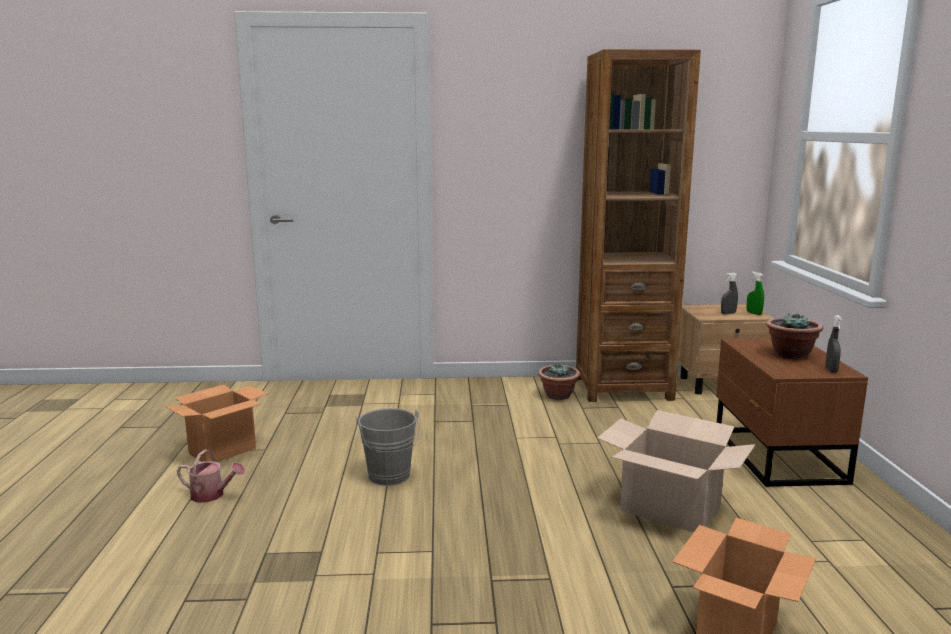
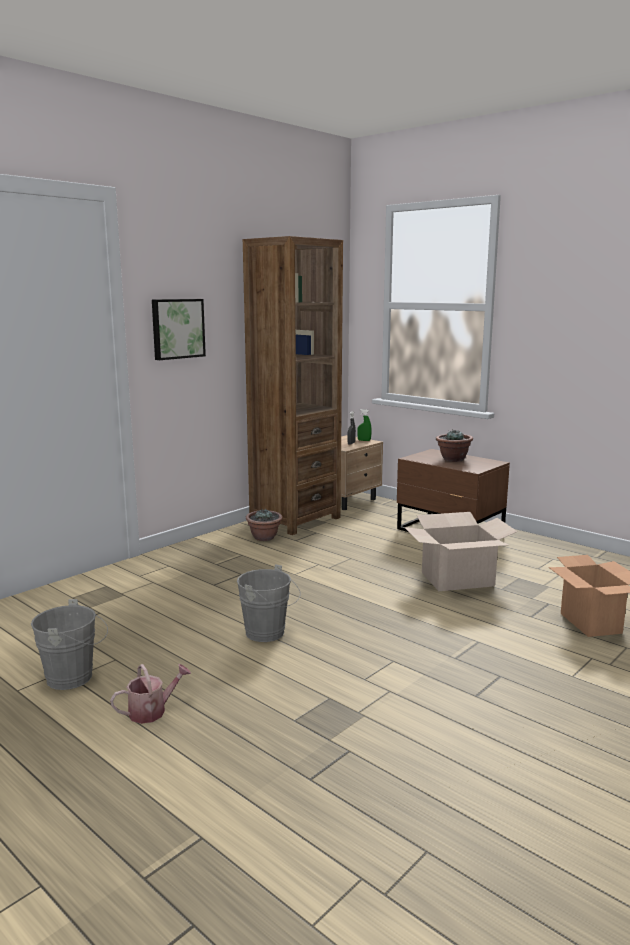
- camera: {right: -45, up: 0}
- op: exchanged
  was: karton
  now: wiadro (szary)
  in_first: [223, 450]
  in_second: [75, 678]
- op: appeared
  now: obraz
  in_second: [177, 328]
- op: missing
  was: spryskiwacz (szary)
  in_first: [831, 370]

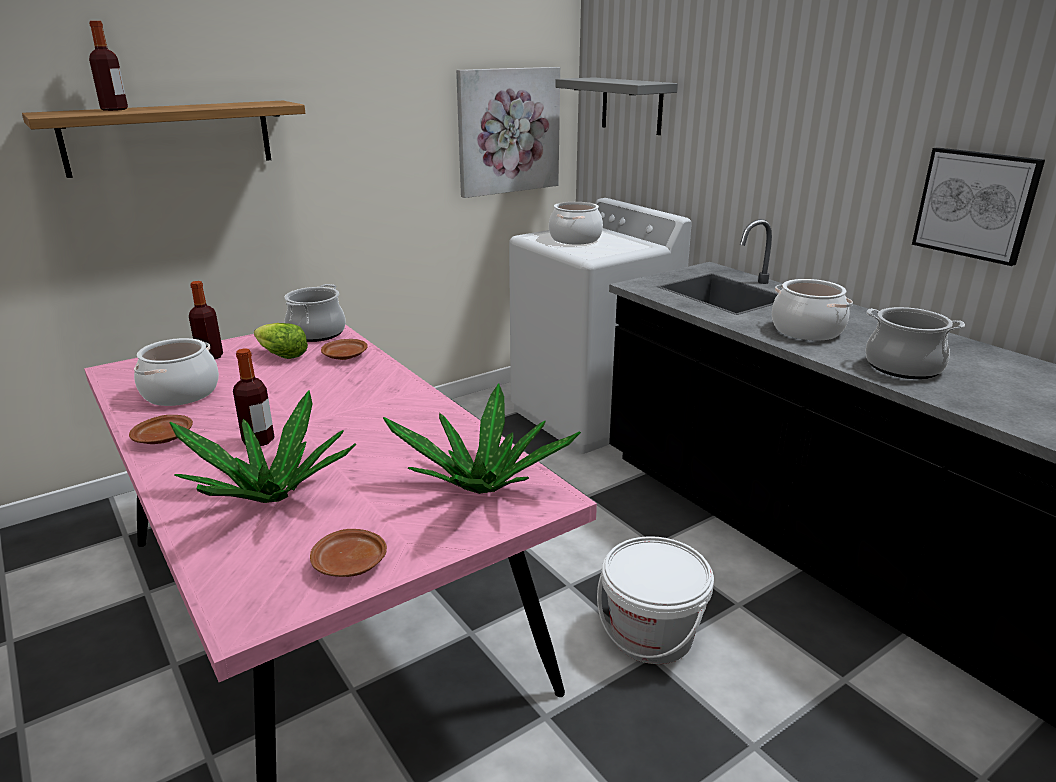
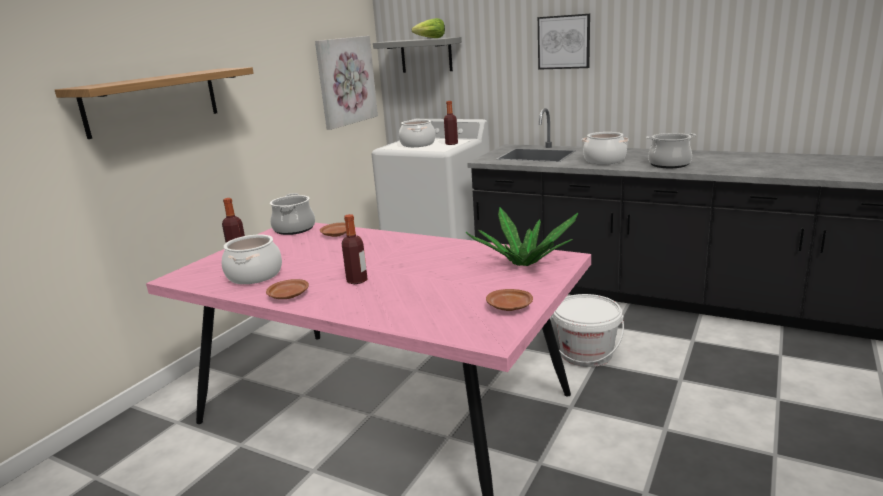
- camera: {right: -25, up: -5}
- op: relocated
  was: sałata
  in_first: [281, 355]
  in_second: [430, 38]
- op: relocated
  was: butelka
  in_first: [114, 109]
  in_second: [451, 143]
- op: relocated
  was: obraz
  in_first: [975, 204]
  in_second: [564, 42]
- op: missing
  was: roślina doniczkowa
  in_first: [270, 495]

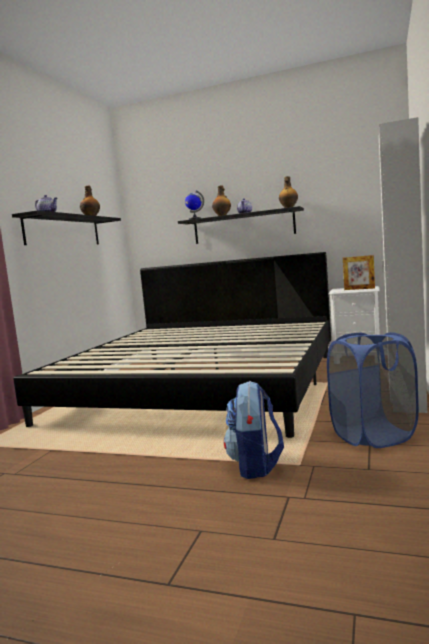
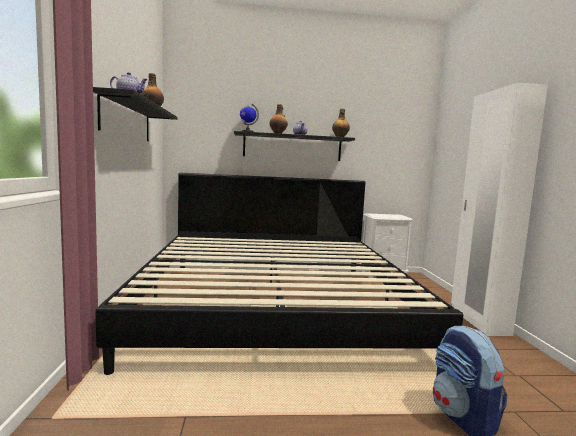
- camera: {right: -25, up: 0}
- op: missing
  was: kosz na pranie (niebieski)
  in_first: [373, 436]
- op: missing
  was: ramka na zdjęcie
  in_first: [359, 289]

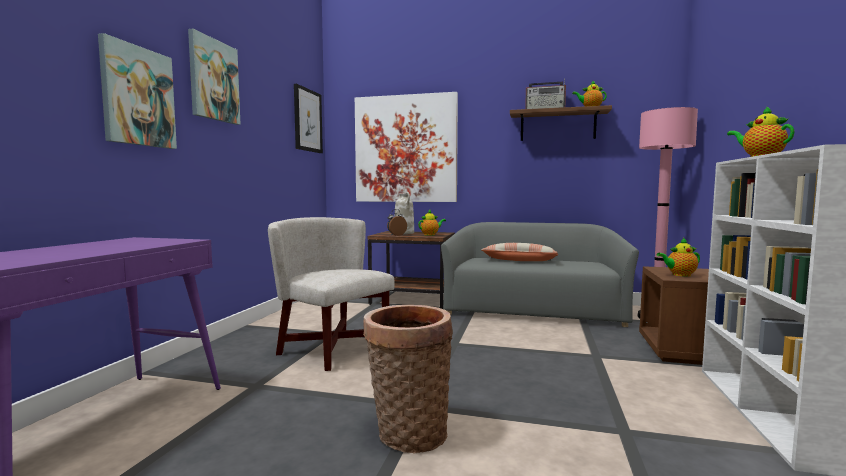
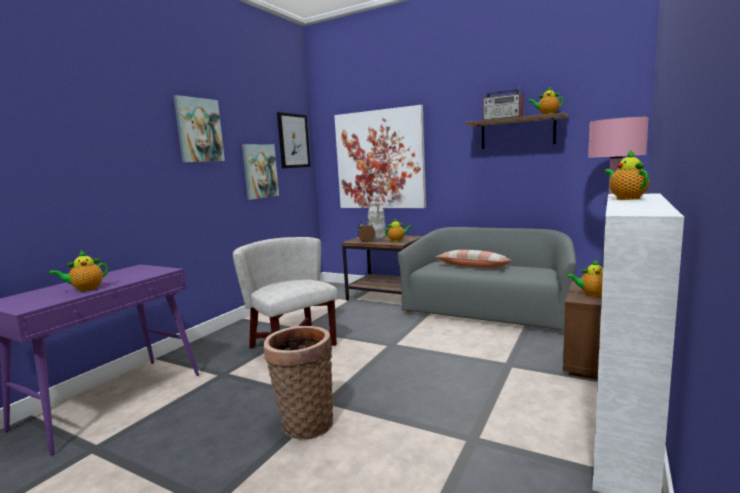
- camera: {right: 15, up: 5}
- op: appeared
  now: imbryk
  in_second: [85, 289]
- op: relocated
  was: obraz
  in_first: [138, 96]
  in_second: [259, 171]

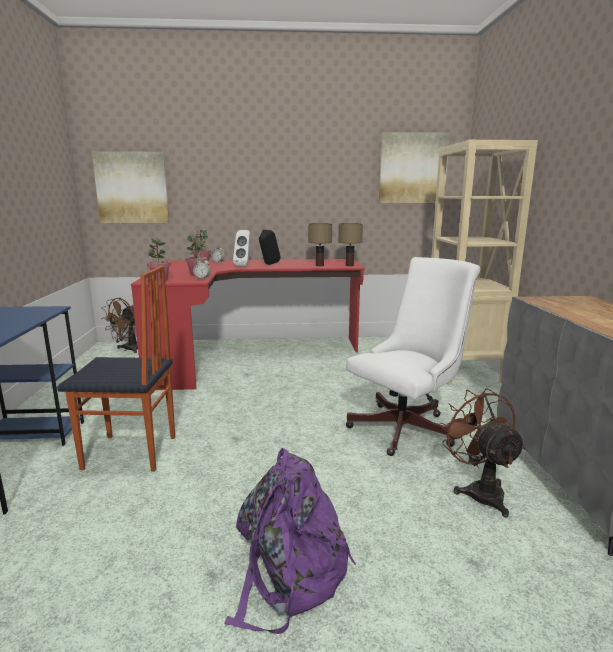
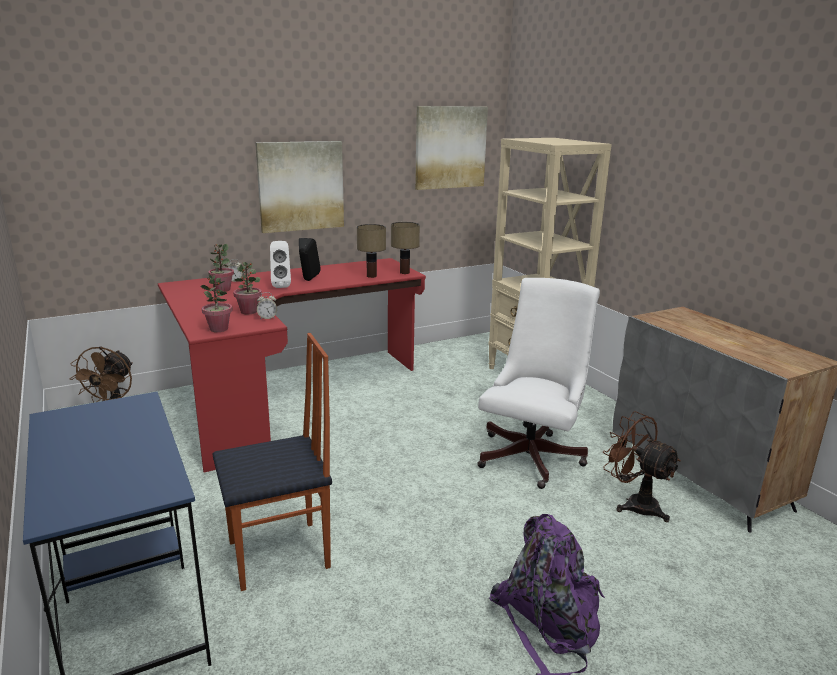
- camera: {right: -25, up: 5}
- op: relocated
  was: obraz
  in_first: [132, 188]
  in_second: [301, 186]

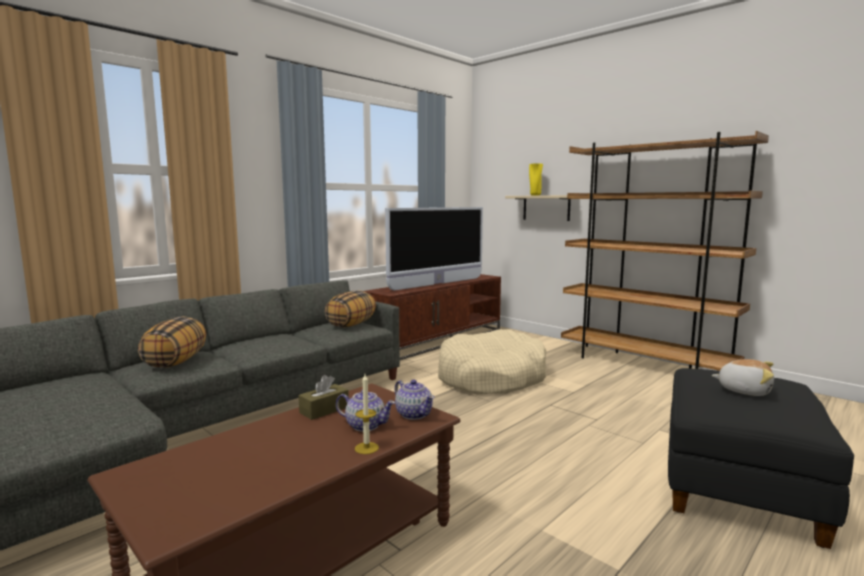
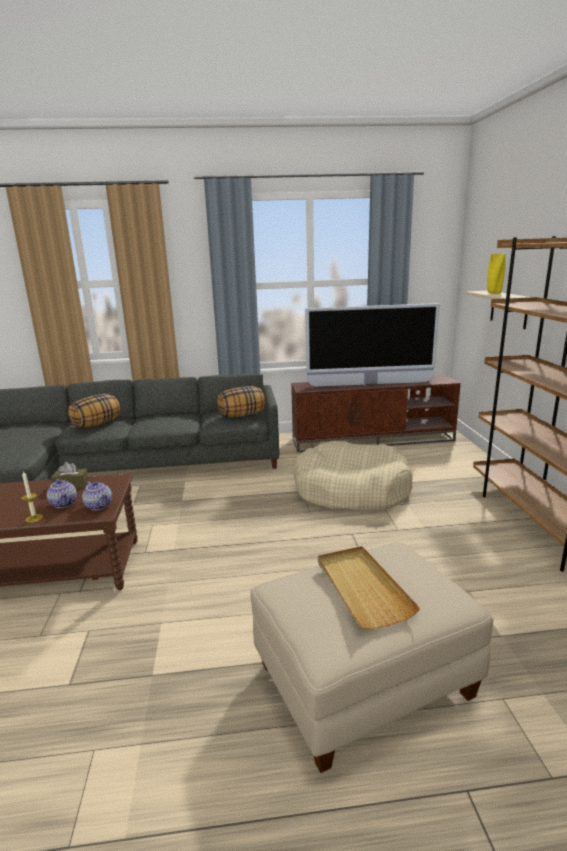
- camera: {right: 40, up: 10}
- op: spun
  was: imbryk
  in_first: [414, 414]
  in_second: [99, 505]
  clockwise: -45
- op: colour
  was: pufa (czarny)
  now: pufa (beżowy)
  in_first: [739, 487]
  in_second: [364, 682]
- op: exchanged
  was: pluszak
  now: taca (beżowy)
  in_first: [744, 390]
  in_second: [362, 588]

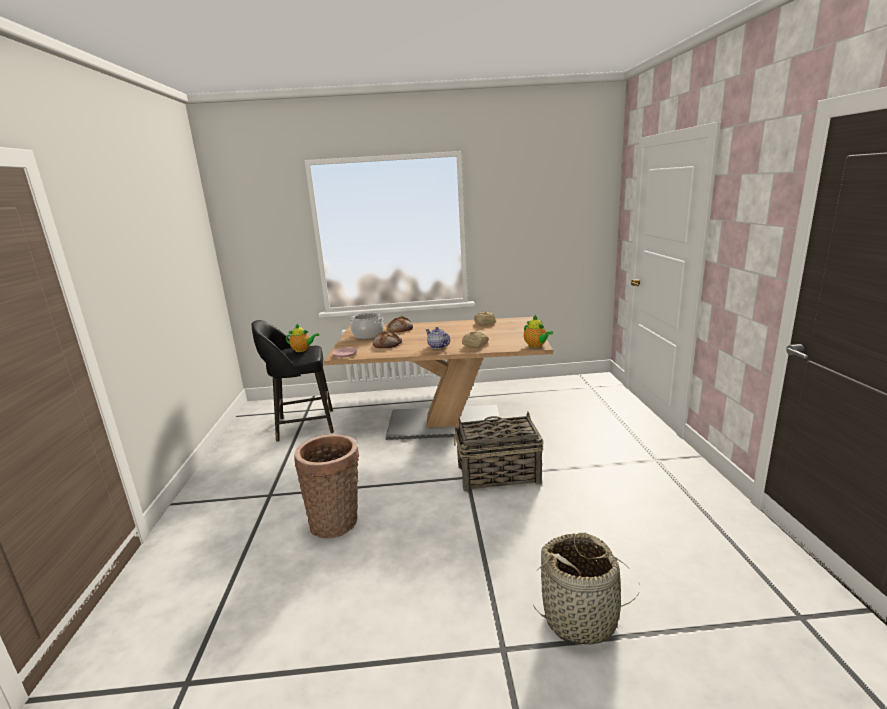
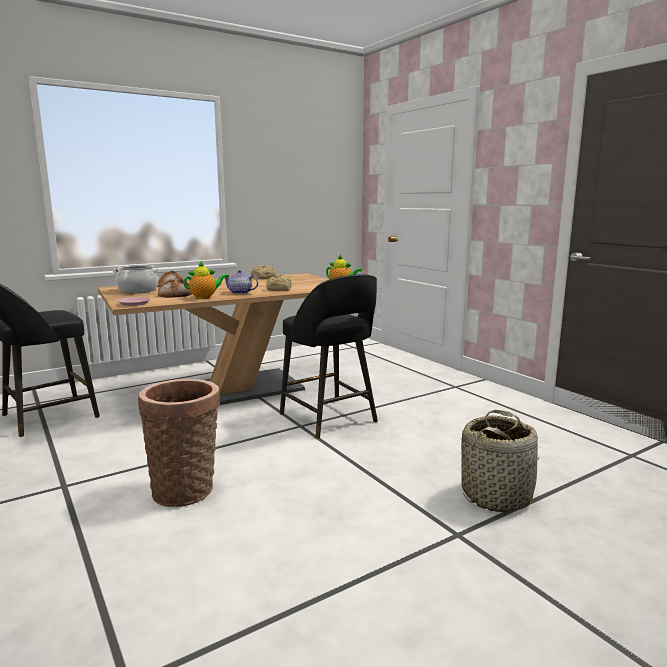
- camera: {right: -30, up: -5}
- op: relocated
  was: imbryk
  in_first: [302, 350]
  in_second: [205, 297]
- op: exchanged
  was: koszyk
  now: stołek (czarny)
  in_first: [497, 475]
  in_second: [329, 419]

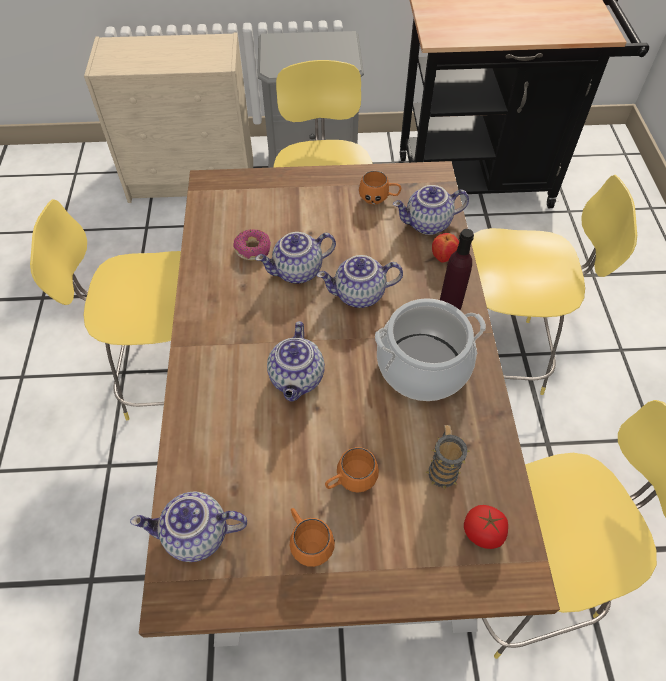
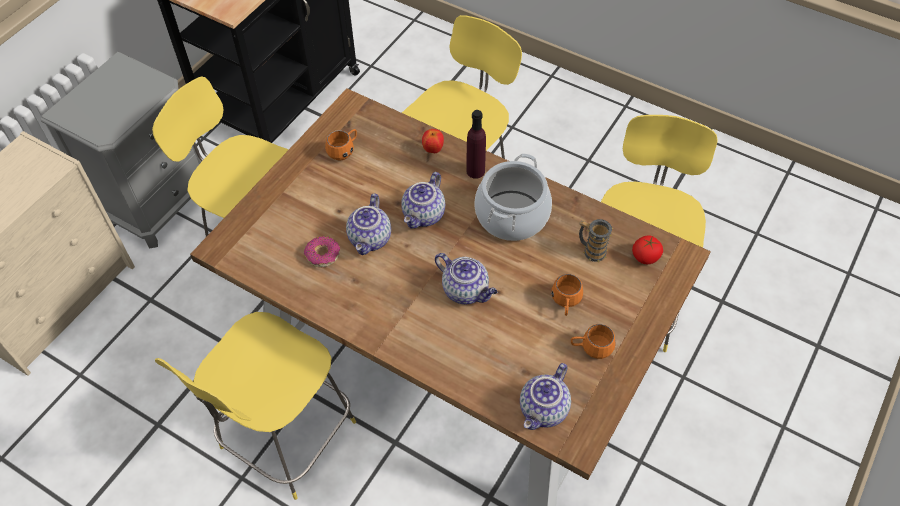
- camera: {right: -55, up: 0}
- op: missing
  was: imbryk
  in_first: [427, 224]

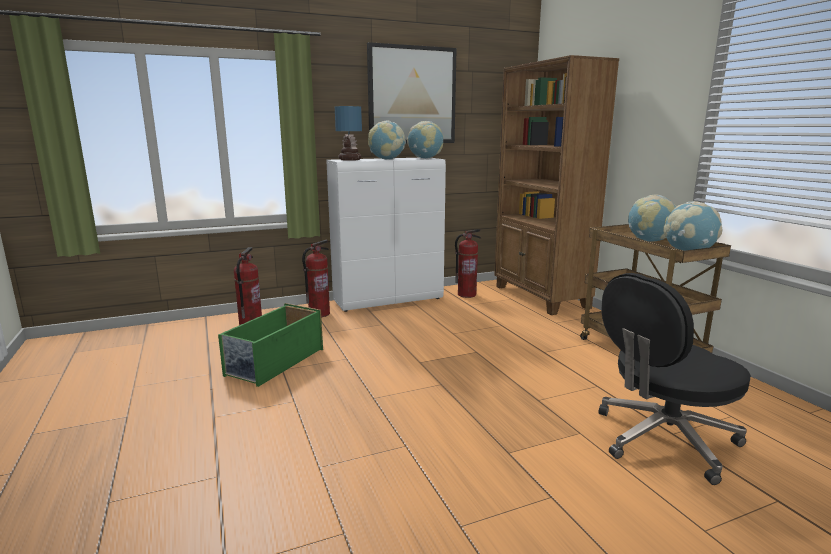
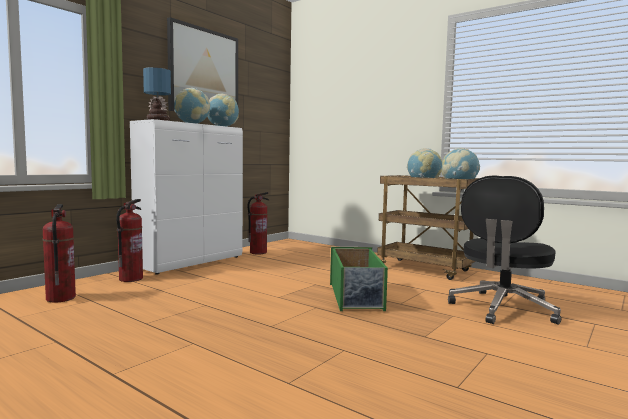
- camera: {right: -30, up: -10}
- op: relocated
  was: pojemnik do przechowywania (zielony)
  in_first: [274, 362]
  in_second: [356, 297]
- op: missing
  was: regał (brązowy)
  in_first: [540, 297]

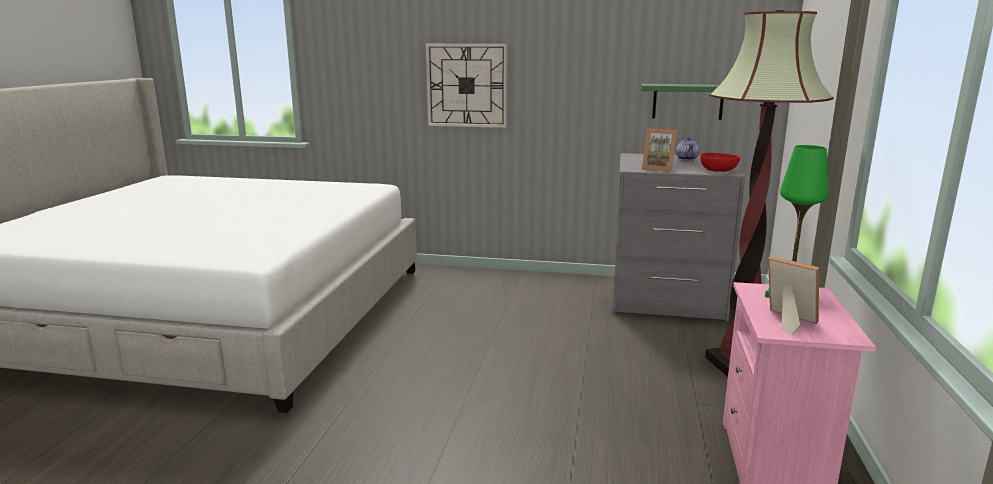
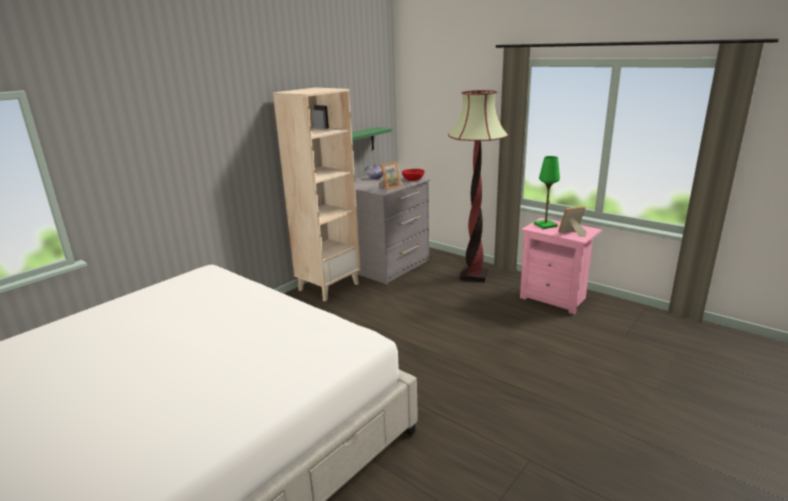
- camera: {right: -60, up: 5}
- op: appeared
  now: regał (beżowy)
  in_second: [328, 286]
- op: missing
  was: zegar ścienny
  in_first: [466, 85]

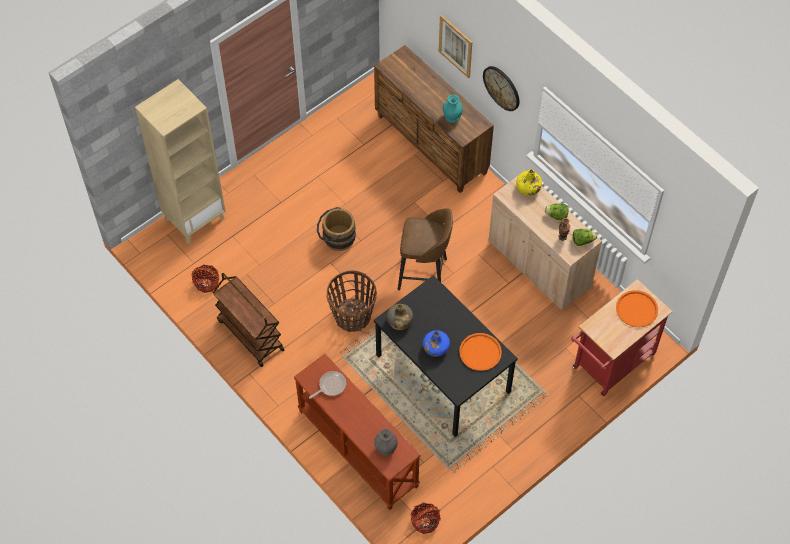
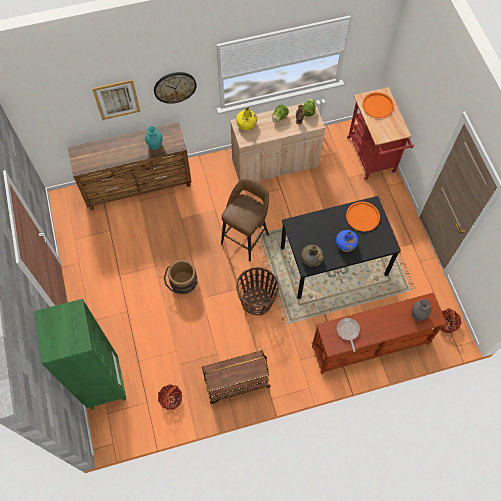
- camera: {right: -65, up: 5}
- op: colour
  was: regał (beżowy)
  now: regał (zielony)
  in_first: [195, 218]
  in_second: [104, 384]

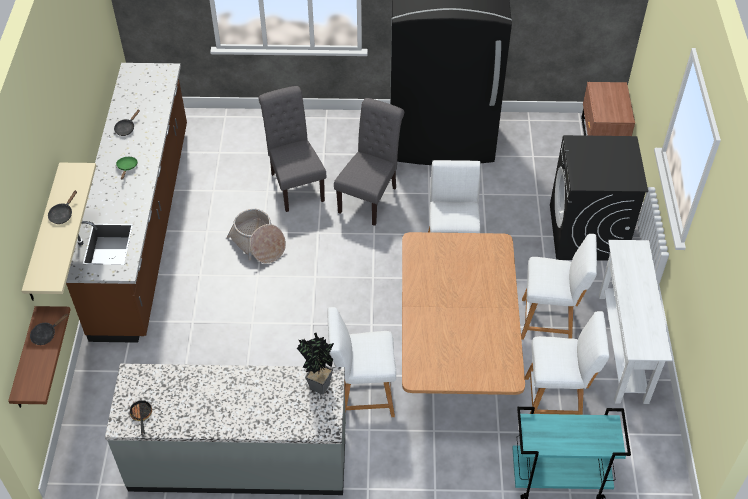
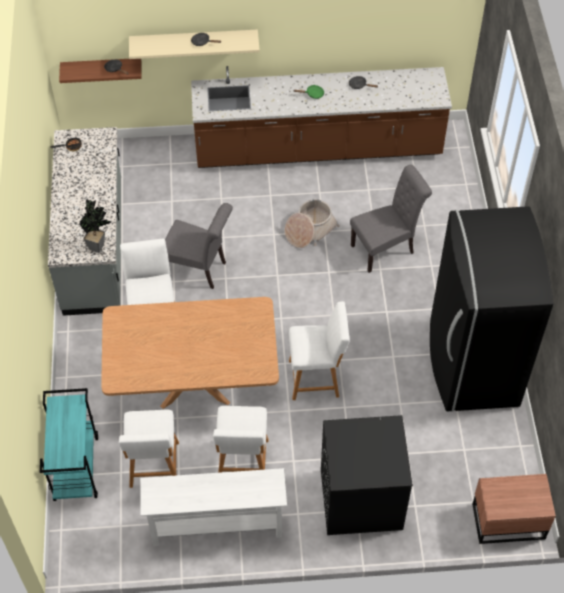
- camera: {right: 85, up: 5}
- op: relocated
  was: krzesło (szary)
  in_first: [370, 197]
  in_second: [199, 269]

